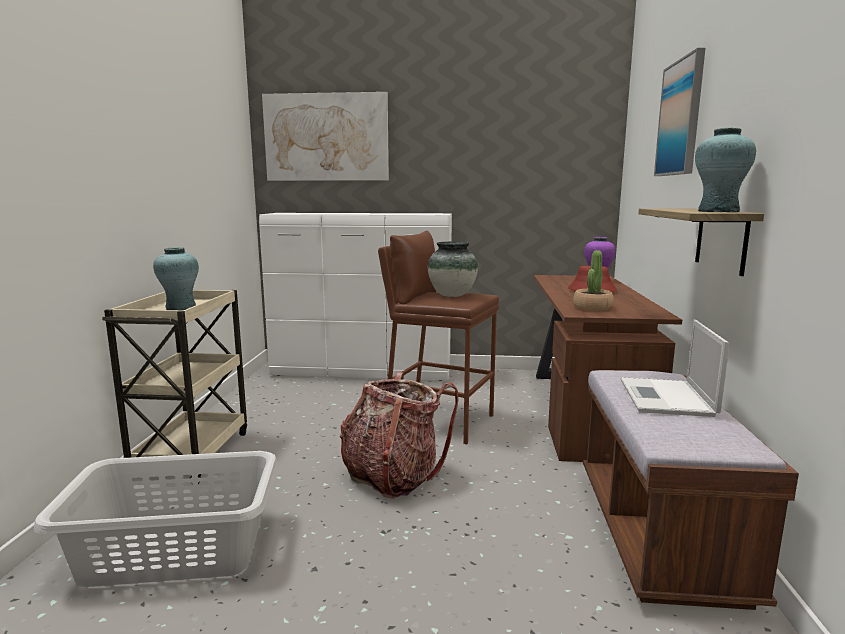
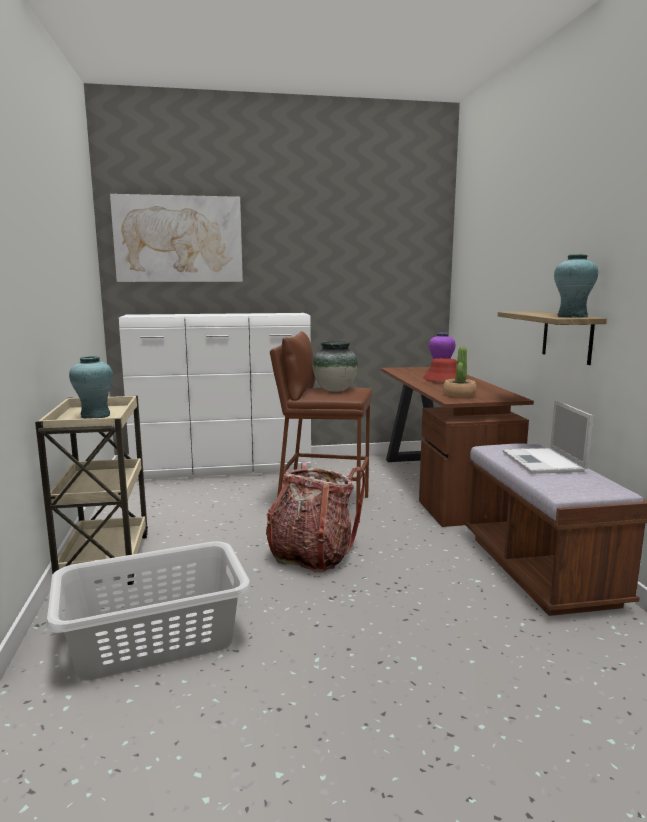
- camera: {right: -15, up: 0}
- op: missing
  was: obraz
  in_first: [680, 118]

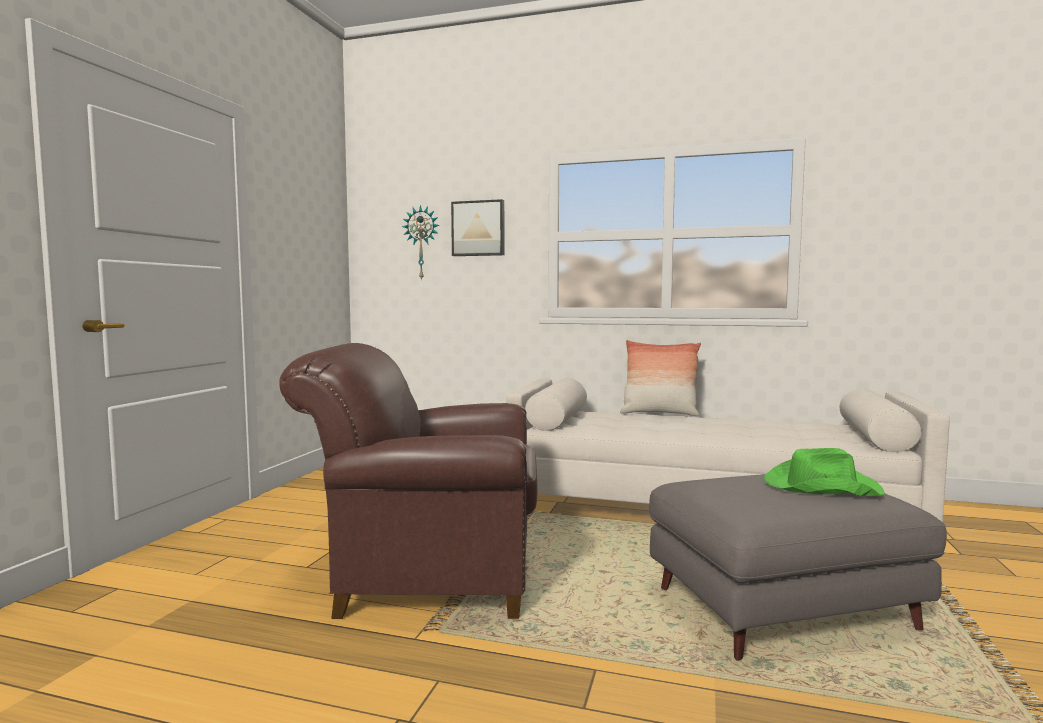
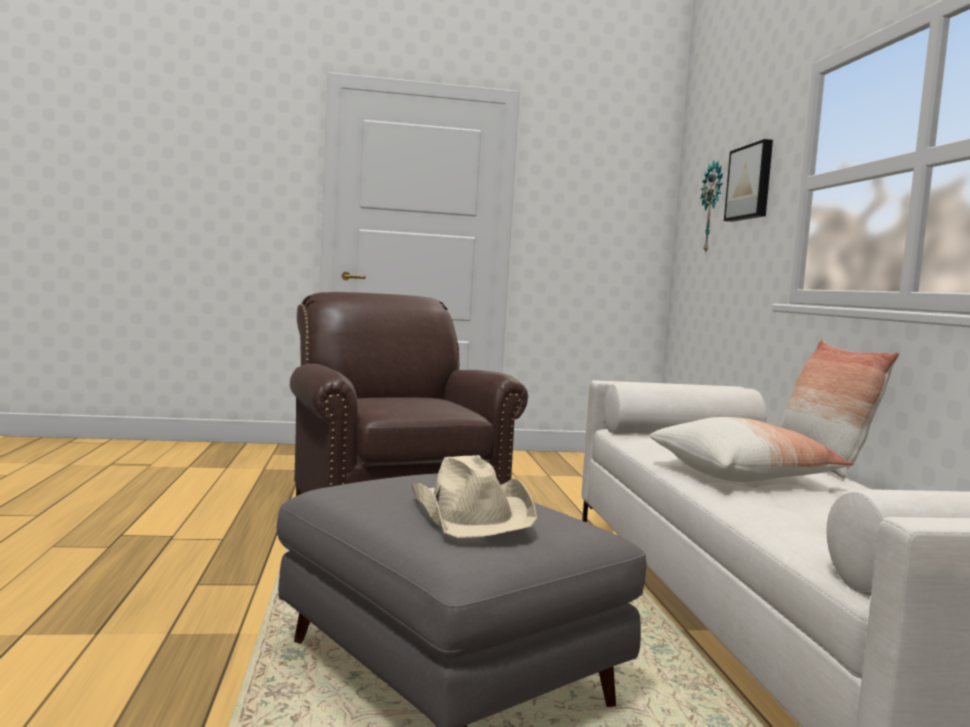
- camera: {right: 65, up: 0}
- op: colour
  was: kapelusz (zielony)
  now: kapelusz (beżowy)
  in_first: [820, 486]
  in_second: [472, 514]
- op: appeared
  now: poduszka
  in_second: [743, 476]

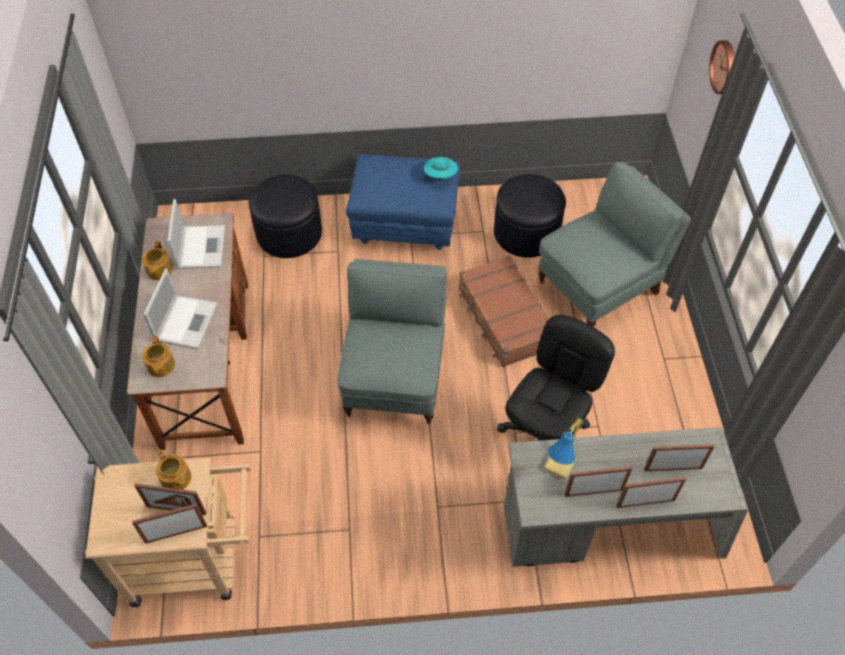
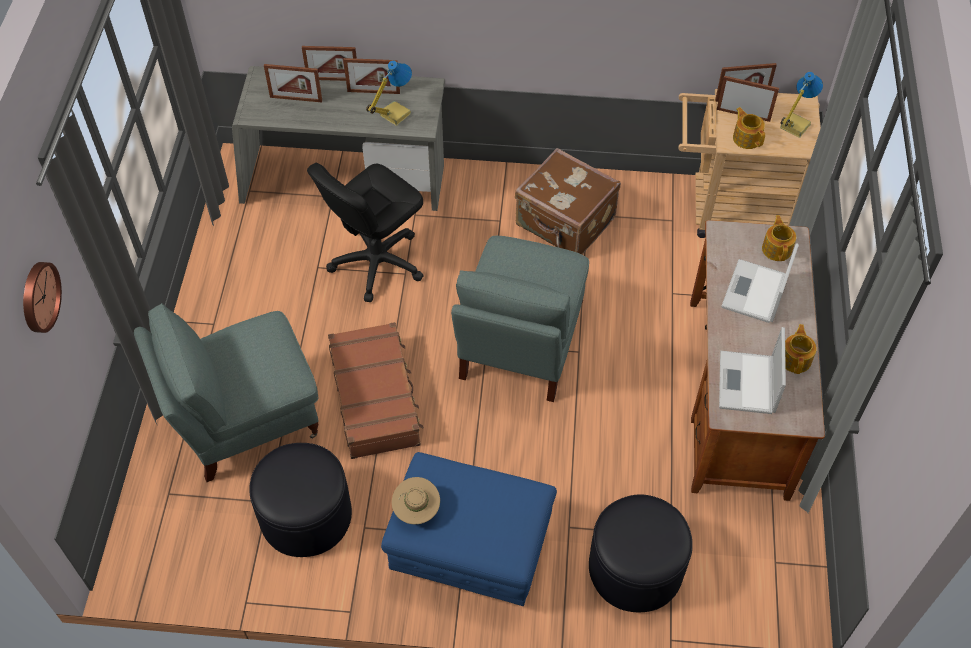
- camera: {right: -170, up: 0}
- op: colour
  was: kapelusz (turkusowy)
  now: kapelusz (beżowy)
  in_first: [440, 177]
  in_second: [416, 509]
- op: appeared
  now: walizka (brązowy)
  in_second: [564, 223]
- op: appeared
  now: lampa stołowa
  in_second: [793, 126]

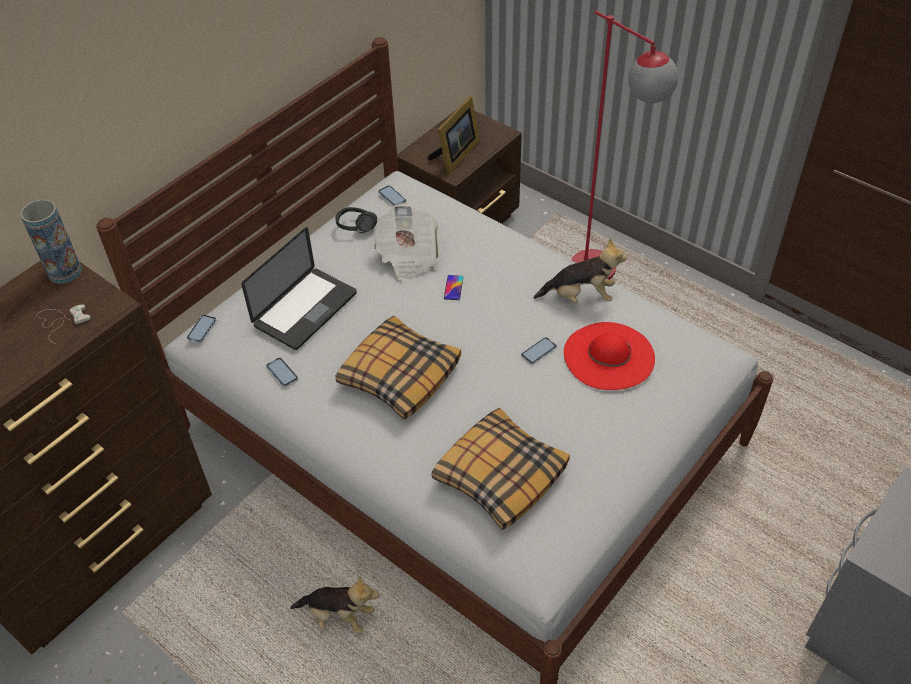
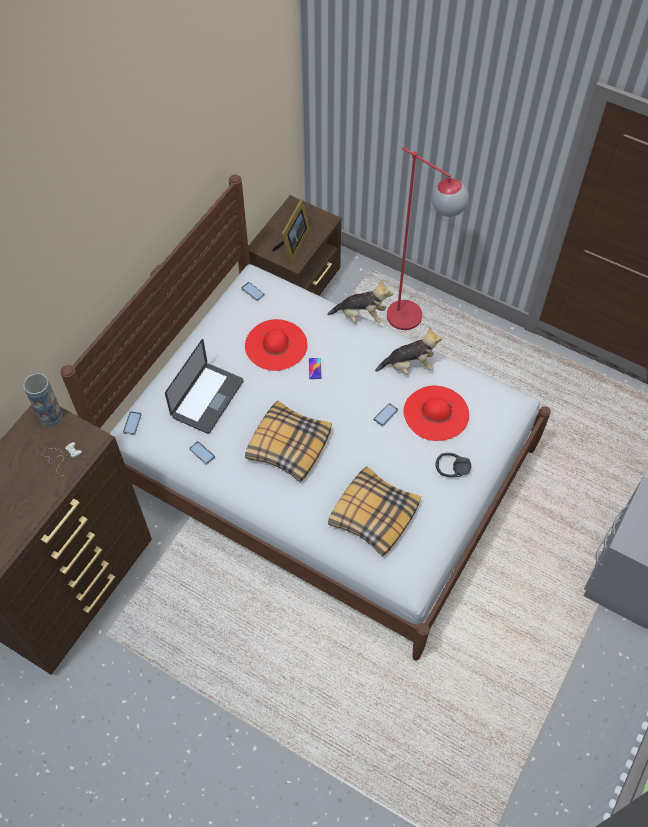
- camera: {right: -10, up: 10}
- op: exchanged
  was: gazeta
  now: kapelusz (czerwony)
  in_first: [408, 257]
  in_second: [276, 345]
- op: relocated
  was: pluszak
  in_first: [338, 616]
  in_second: [361, 316]
- op: relocated
  was: słuchawki (czarny)
  in_first: [355, 230]
  in_second: [452, 473]

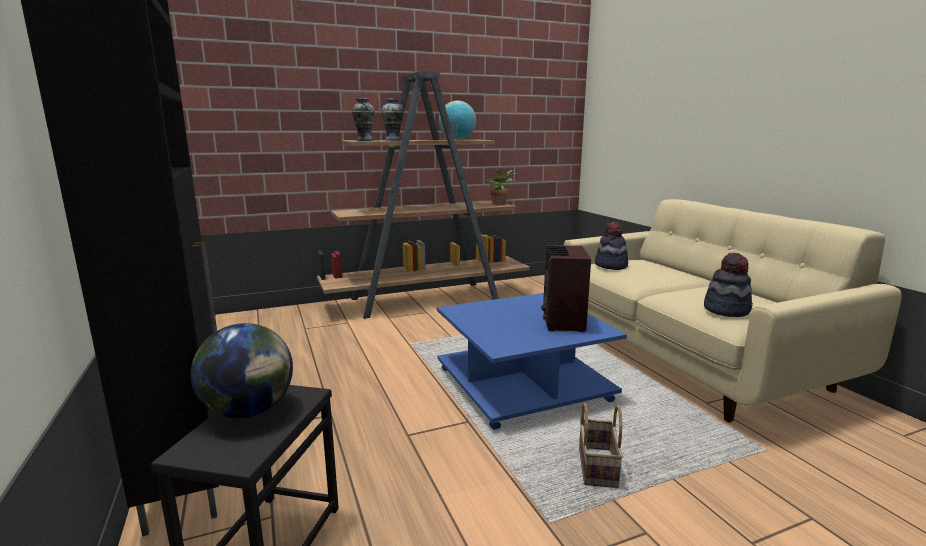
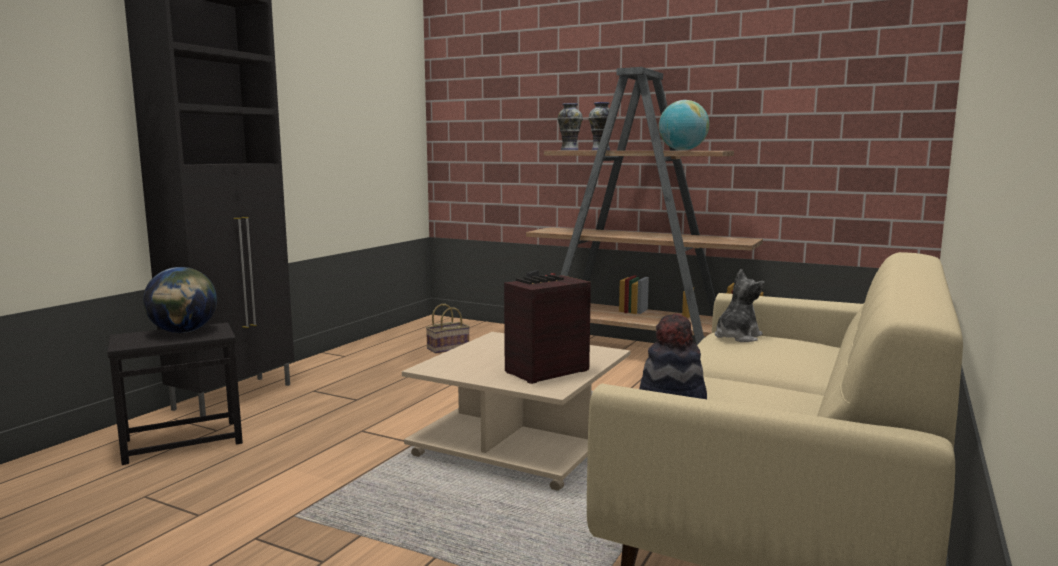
- camera: {right: 50, up: -5}
- op: colour
  was: ława (niebieski)
  now: ława (beżowy)
  in_first: [525, 385]
  in_second: [522, 443]
- op: relocated
  was: koszyk
  in_first: [596, 466]
  in_second: [448, 348]
- op: exchanged
  was: kapelusz
  now: pluszak
  in_first: [610, 266]
  in_second: [737, 337]
- op: missing
  was: roślina doniczkowa
  in_first: [499, 203]

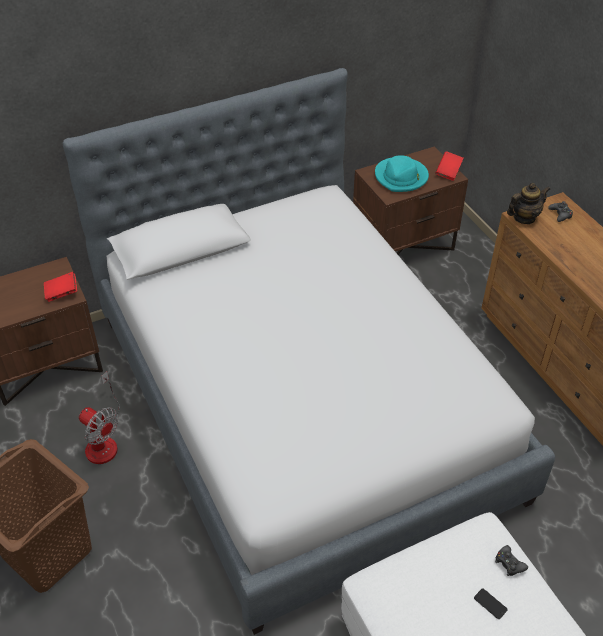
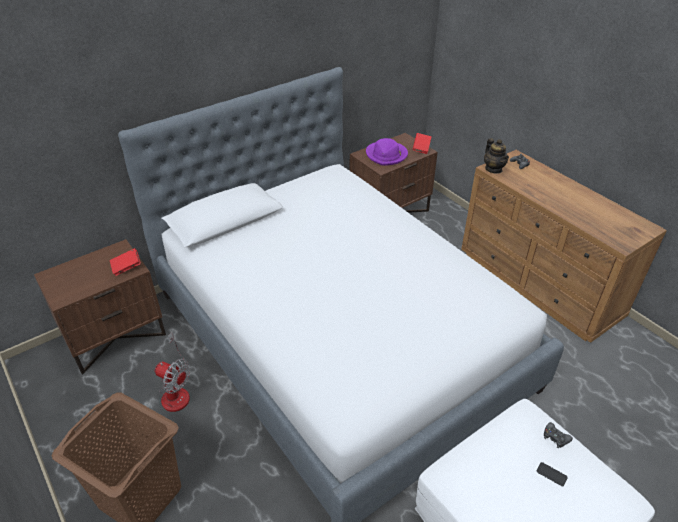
- camera: {right: -10, up: -5}
- op: colour
  was: kapelusz (turkusowy)
  now: kapelusz (fioletowy)
  in_first: [401, 177]
  in_second: [386, 155]
- op: spun
  was: imbryk
  in_first: [524, 218]
  in_second: [493, 169]
  clockwise: 105

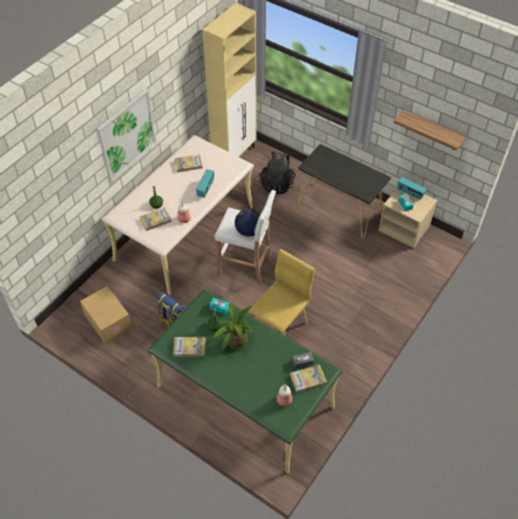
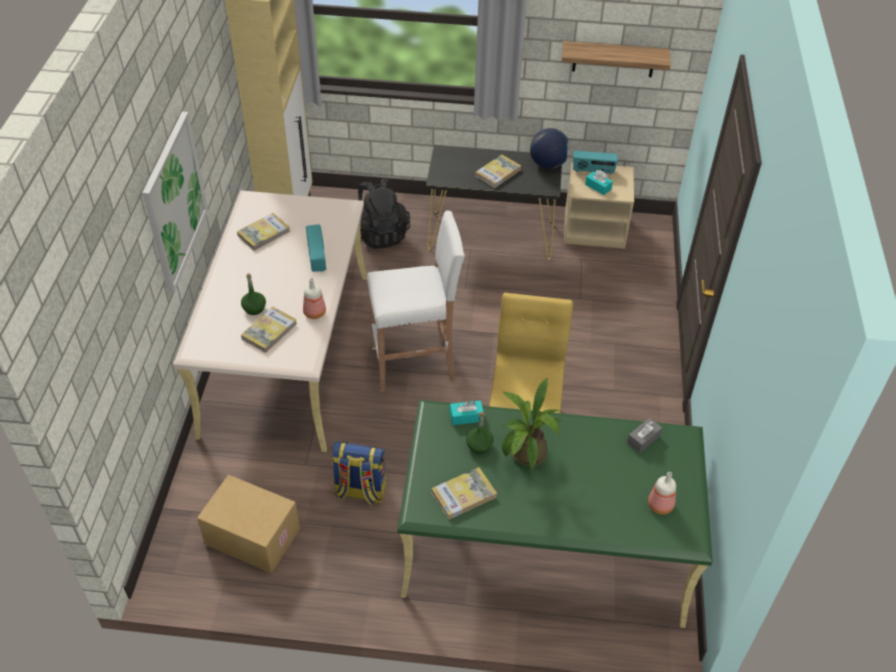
- camera: {right: -30, up: -5}
- op: relocated
  was: książka
  in_first: [308, 379]
  in_second: [498, 173]
- op: relocated
  was: globus
  in_first: [248, 231]
  in_second: [548, 164]

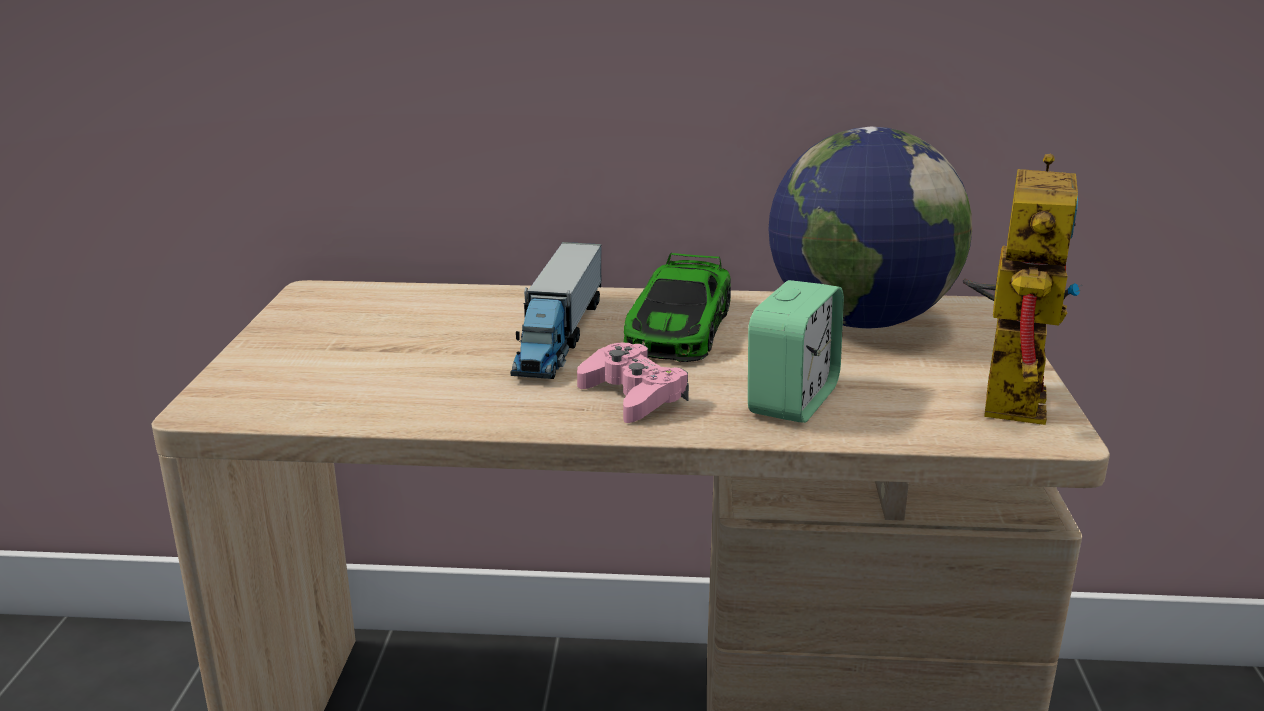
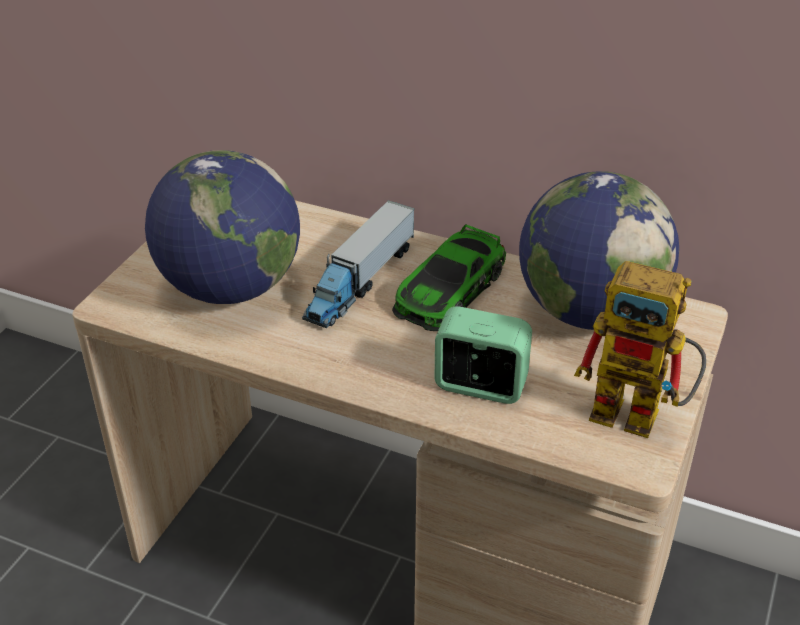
- camera: {right: 20, up: 15}
- op: appeared
  now: globus
  in_second: [230, 288]
- op: spun
  was: budzik
  in_first: [792, 400]
  in_second: [480, 386]
  clockwise: -120
- op: spun
  was: robot zabawkowy
  in_first: [1005, 392]
  in_second: [641, 414]
  clockwise: 75
- op: missing
  was: pad do gier (różowy)
  in_first: [633, 395]

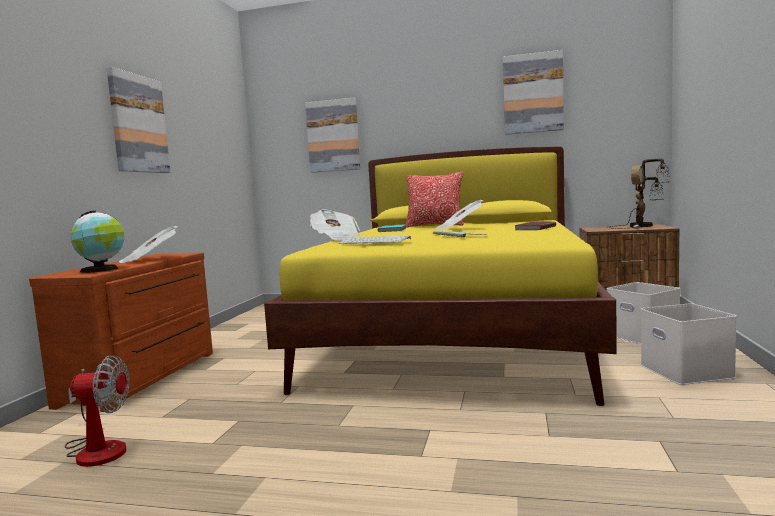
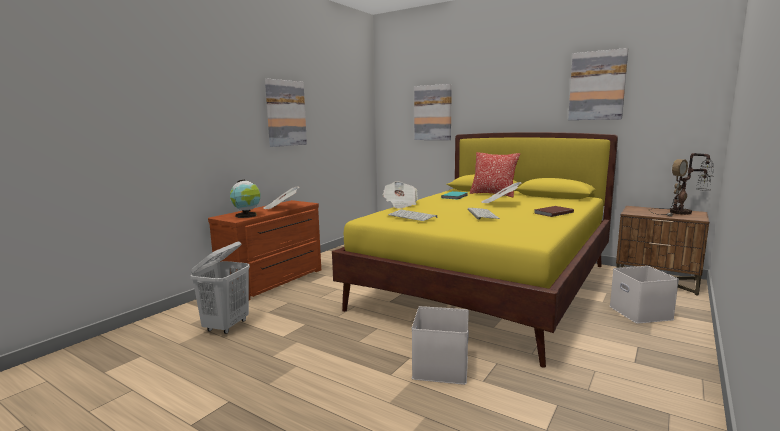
- camera: {right: 20, up: 5}
- op: exchanged
  was: wentylator
  now: kosz na pranie (biały)
  in_first: [97, 449]
  in_second: [226, 326]
- op: relocated
  was: pojemnik do przechowywania (biały)
  in_first: [688, 371]
  in_second: [442, 368]

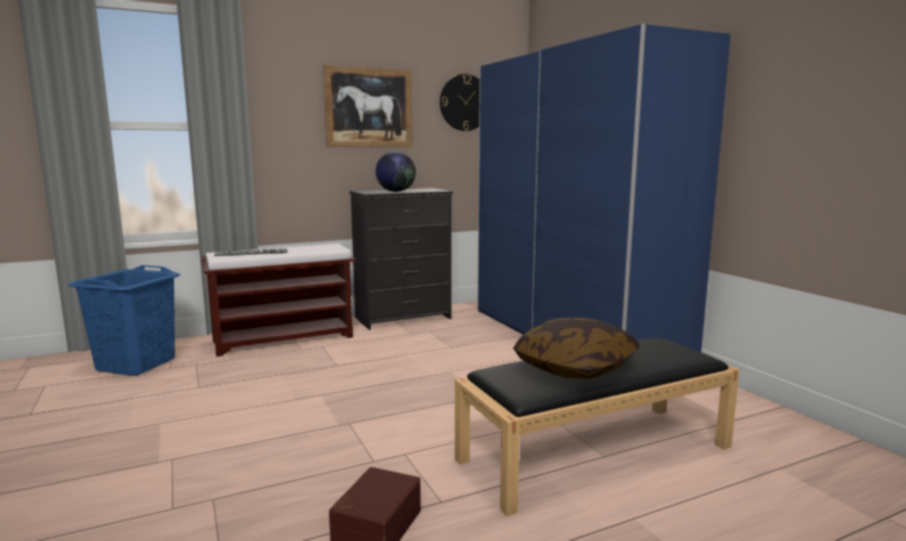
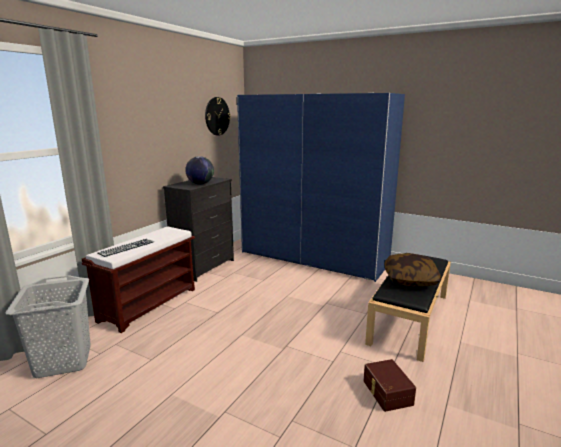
- camera: {right: -35, up: 5}
- op: colour
  was: kosz na pranie (niebieski)
  now: kosz na pranie (szary)
  in_first: [135, 364]
  in_second: [63, 361]
- op: missing
  was: obraz
  in_first: [369, 107]

